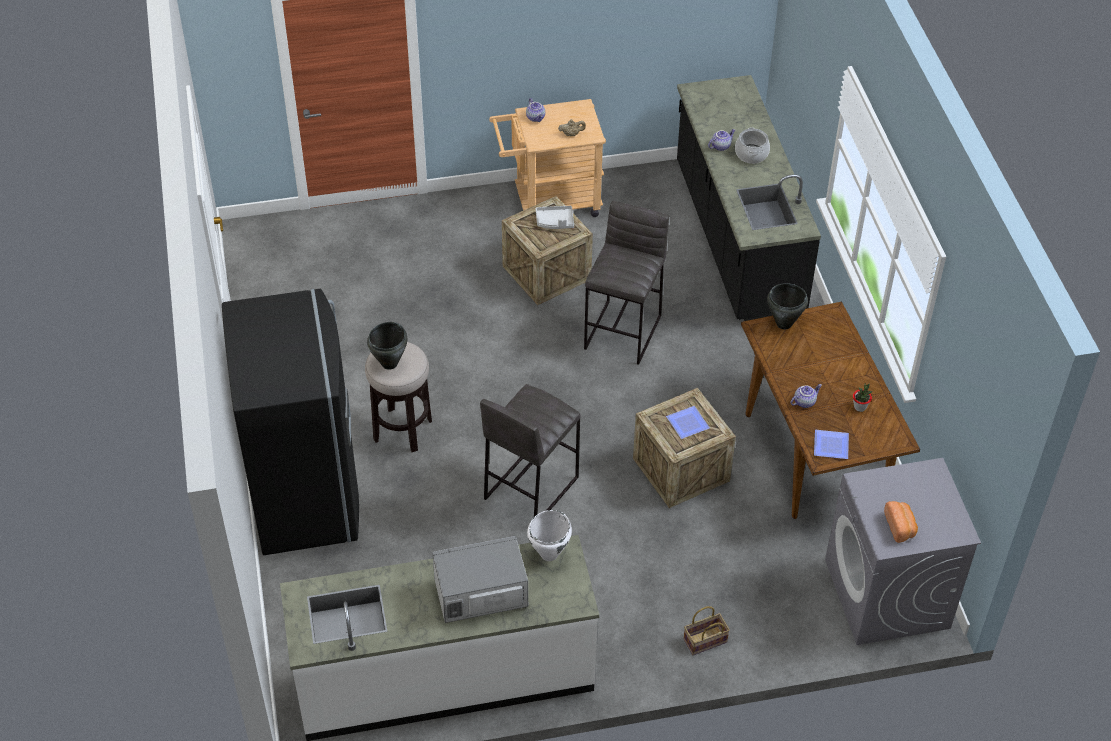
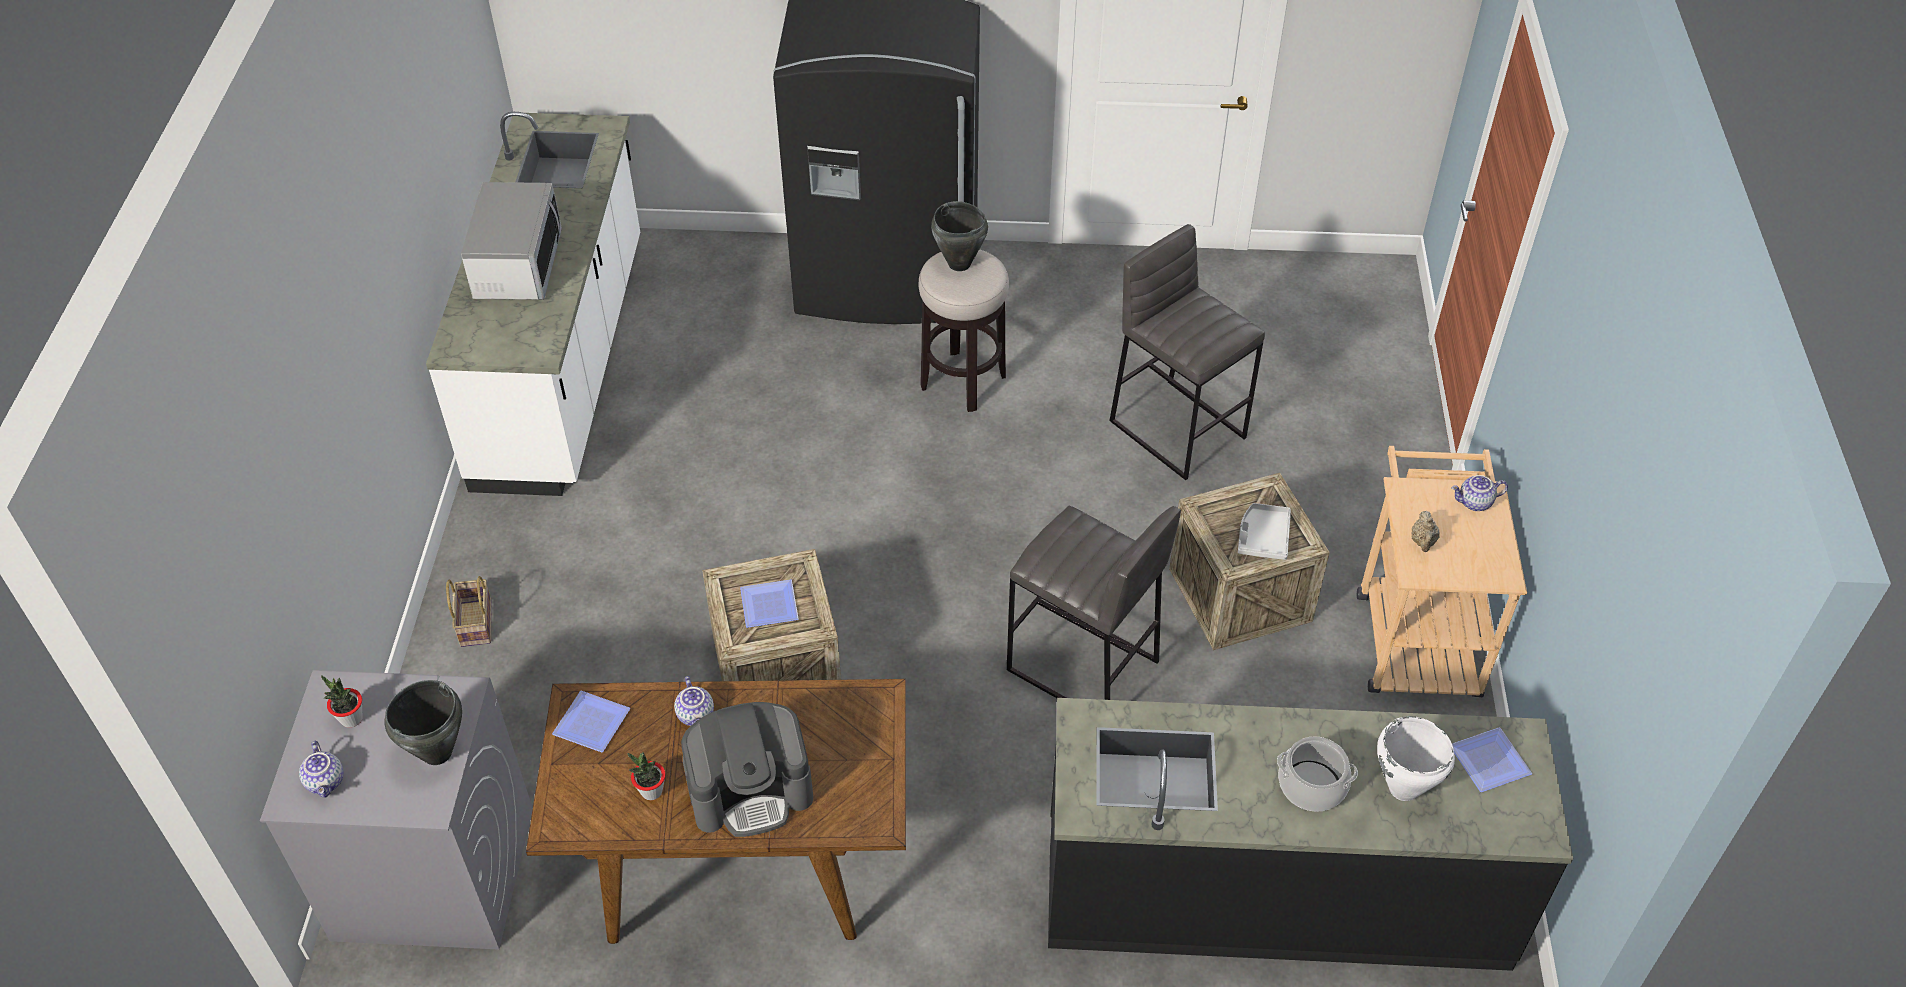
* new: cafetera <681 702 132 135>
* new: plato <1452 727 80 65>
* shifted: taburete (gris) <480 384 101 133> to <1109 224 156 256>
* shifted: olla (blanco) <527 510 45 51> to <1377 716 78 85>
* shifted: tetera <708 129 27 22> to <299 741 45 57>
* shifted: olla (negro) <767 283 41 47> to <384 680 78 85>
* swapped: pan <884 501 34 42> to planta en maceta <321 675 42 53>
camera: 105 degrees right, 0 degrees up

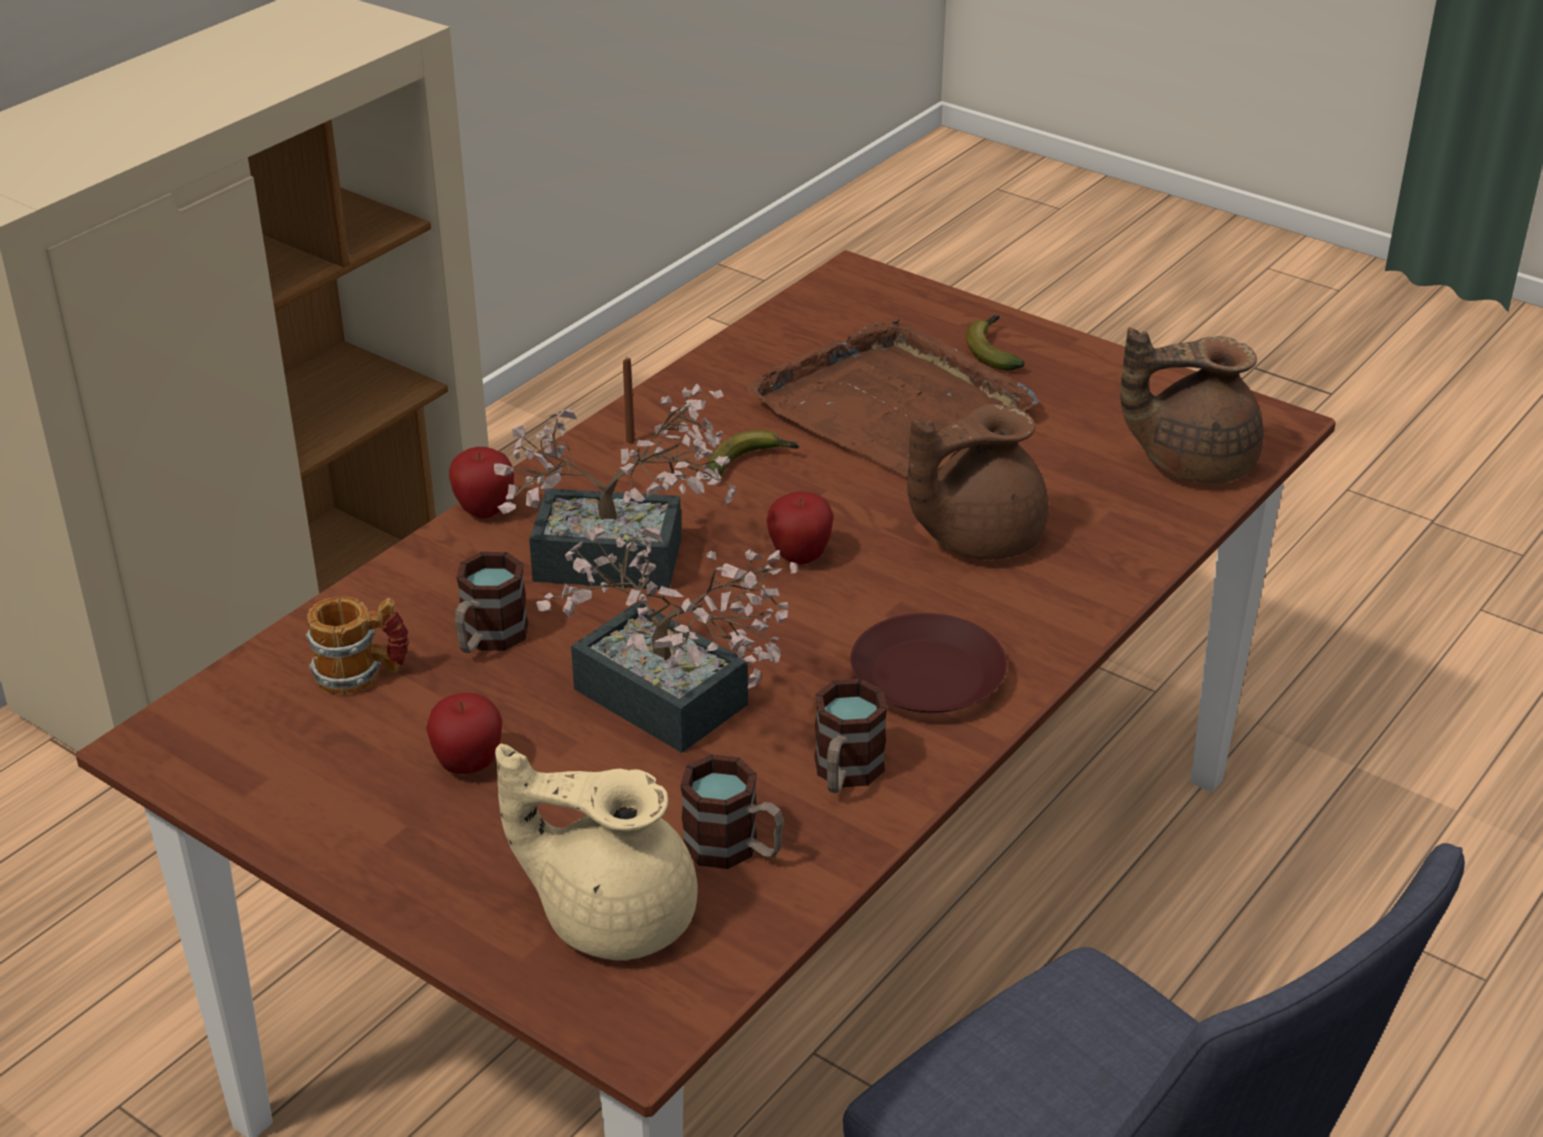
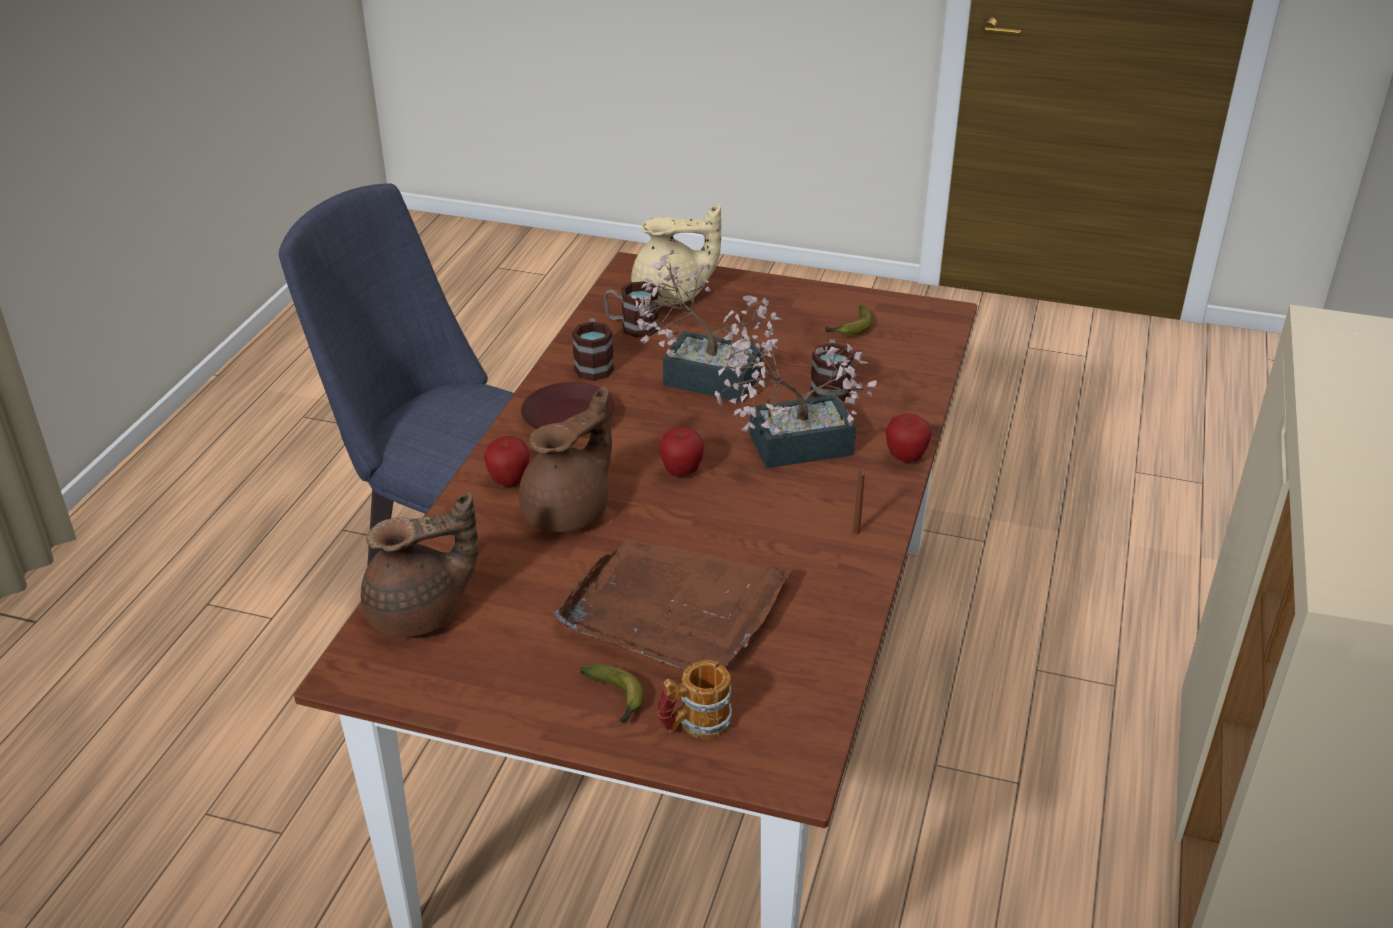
* shifted: taza grande <306 596 103 99> to <658 660 74 79>
* shifted: manzana <426 693 76 81> to <484 436 46 51>
* shifted: plátano <707 430 93 46> to <825 305 48 31>
camera: 160 degrees right, 0 degrees up

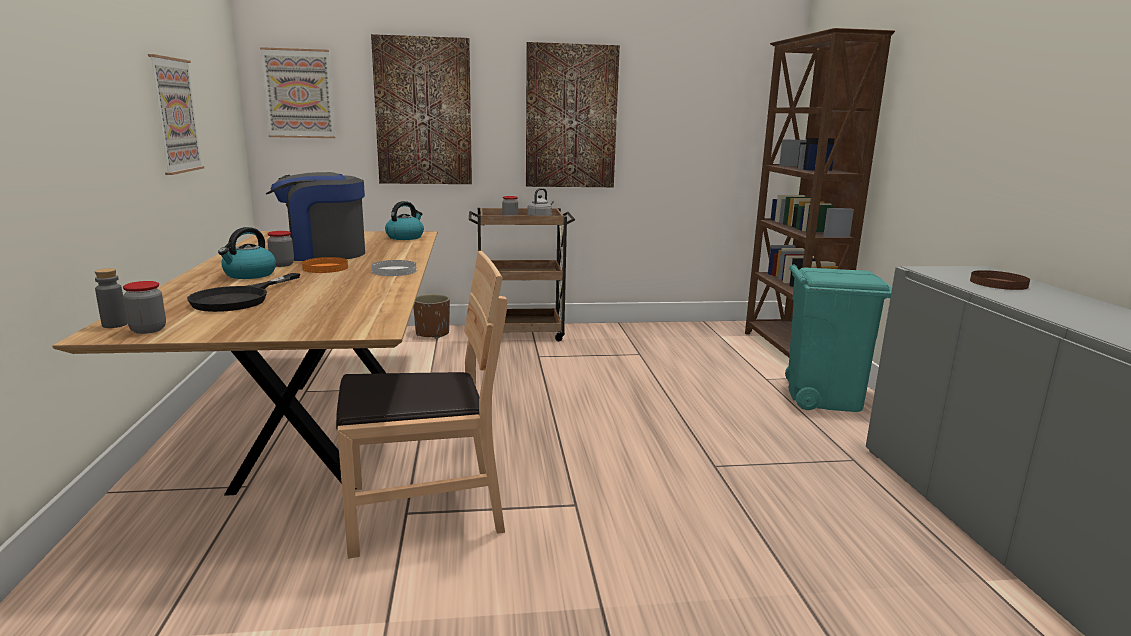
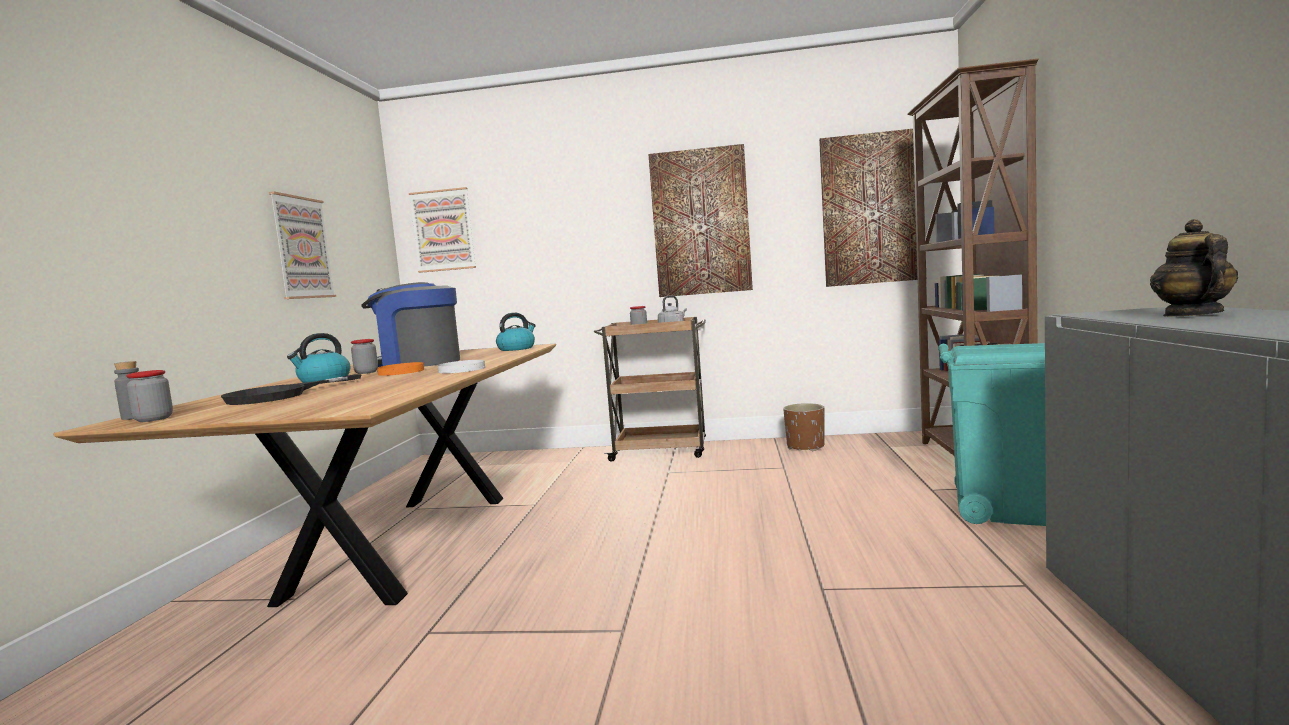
* gone: silla (marrón) <336 251 171 308>
* shifted: cuadro <371 34 101 150> to <819 129 107 158>
* shifted: maceta (marrón) <413 294 37 45> to <783 403 42 48>
* swapped: plato (marrón) <970 270 60 20> to tetera <1150 219 88 98>
camera: 15 degrees right, 10 degrees down

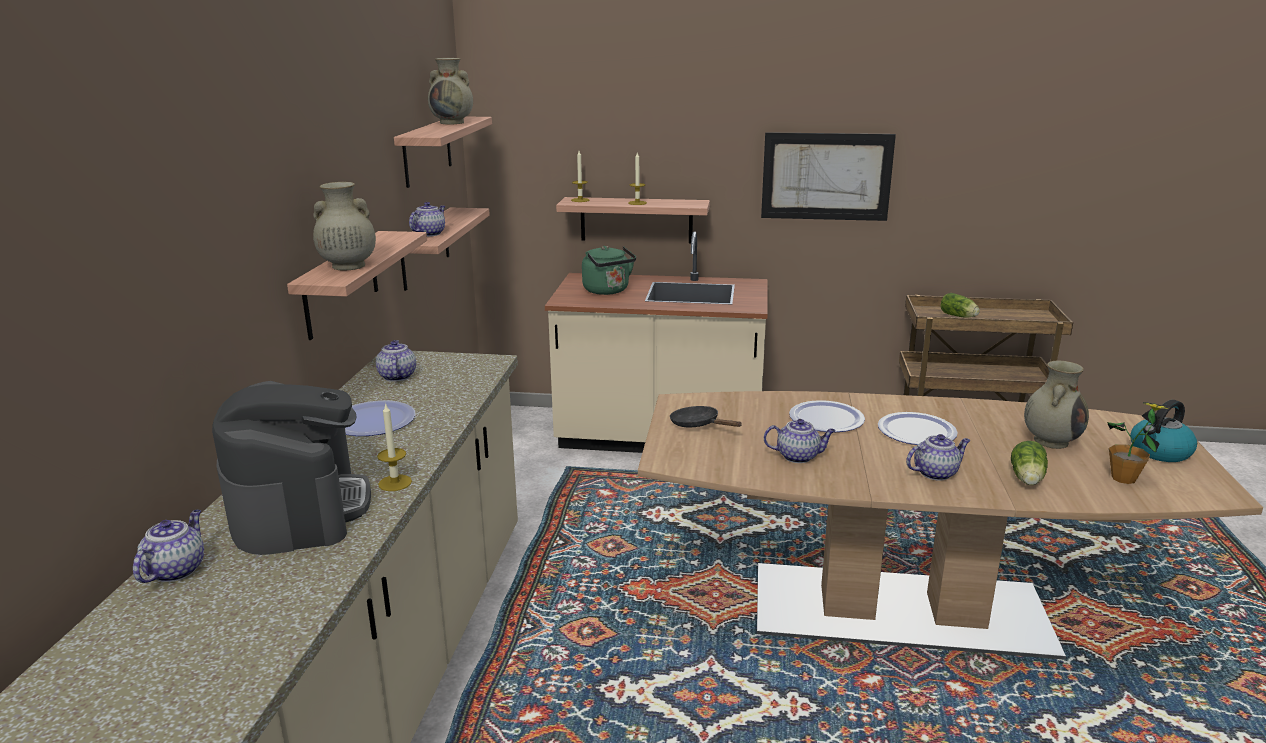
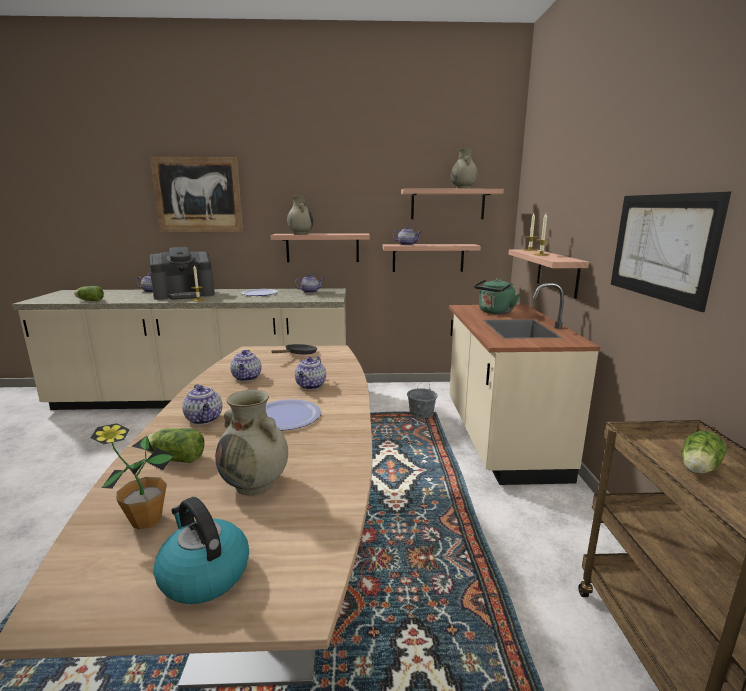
* new: lechuga <74 286 30 15>
* new: cuadro <150 157 94 75>
* new: cubo (gris) <407 380 31 38>
* swapped: plato <789 400 76 32> to tetera <295 356 31 34>
camera: 80 degrees right, 5 degrees down

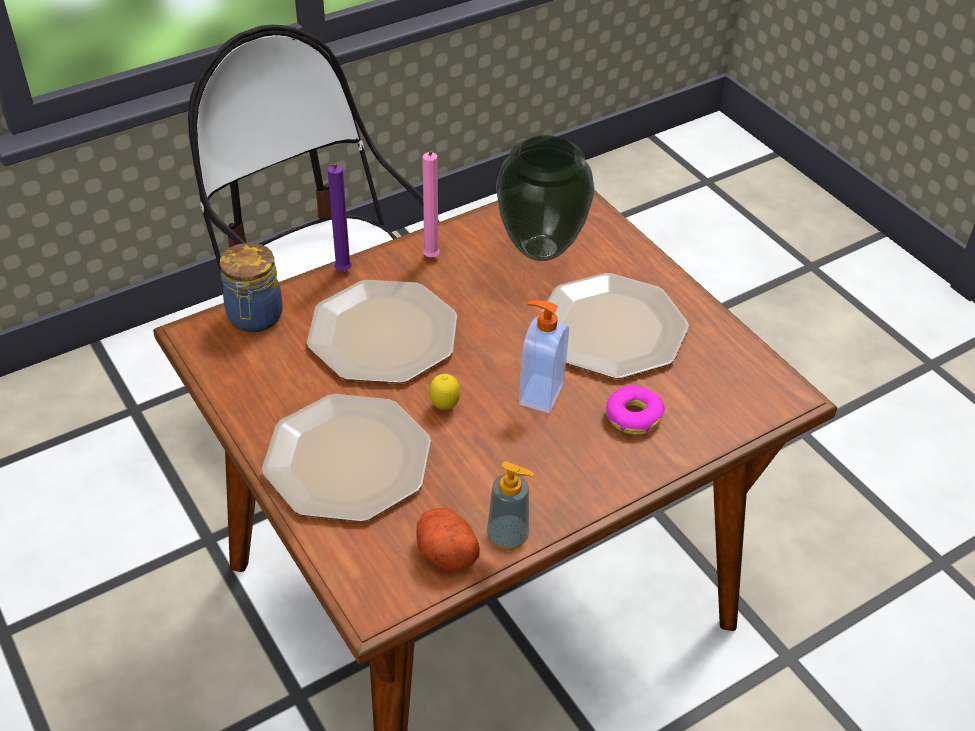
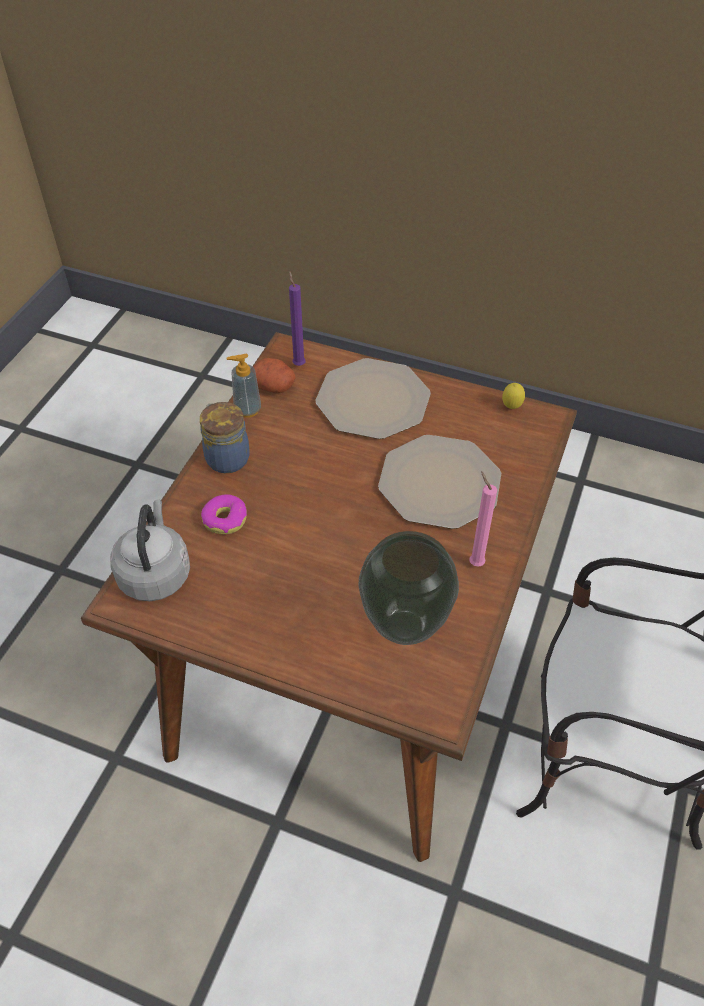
* gone: dispensador de jabón <519 300 50 113>
* gone: plato <541 273 148 106>
* new: hervidor (gris) <110 499 80 102>
* shifted: tarro <220 243 63 89> to <200 402 50 71>
* shifted: vela (morado) <328 164 24 107> to <289 271 17 95>
* shifted: limón <429 374 31 36> to <502 383 23 26>
camera: 145 degrees right, 5 degrees up

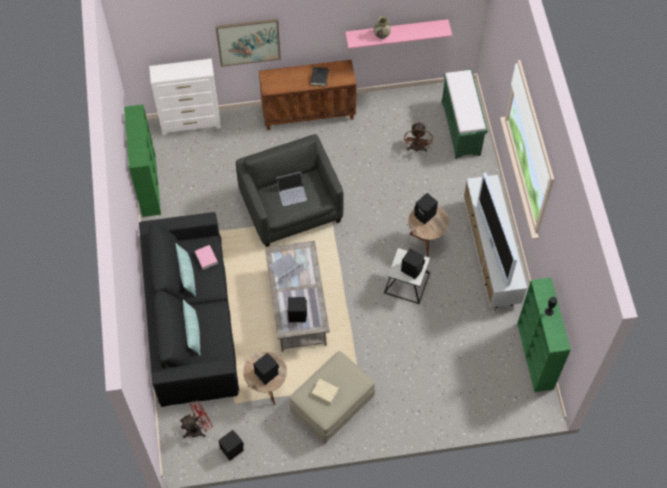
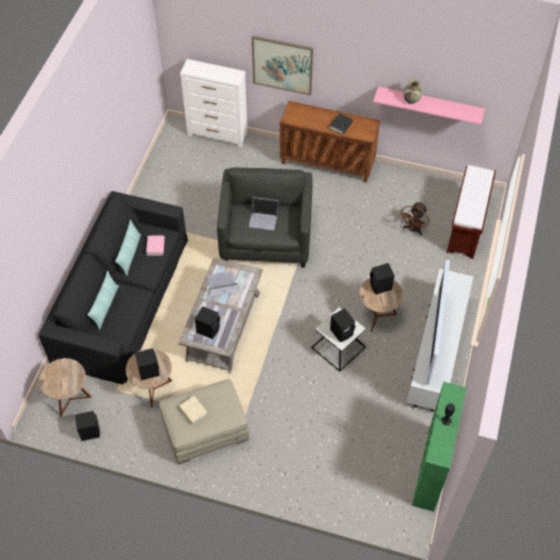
* gone: estantería (verde) <124 104 37 113>
* swapped: ventilador (rojo) <180 401 33 37> to mesa auxiliar (marrón) <39 358 52 59>
* repainted: banco (verde) <442 69 46 90> to banco (marrón) <447 165 49 94>
camera: 25 degrees right, 5 degrees down

